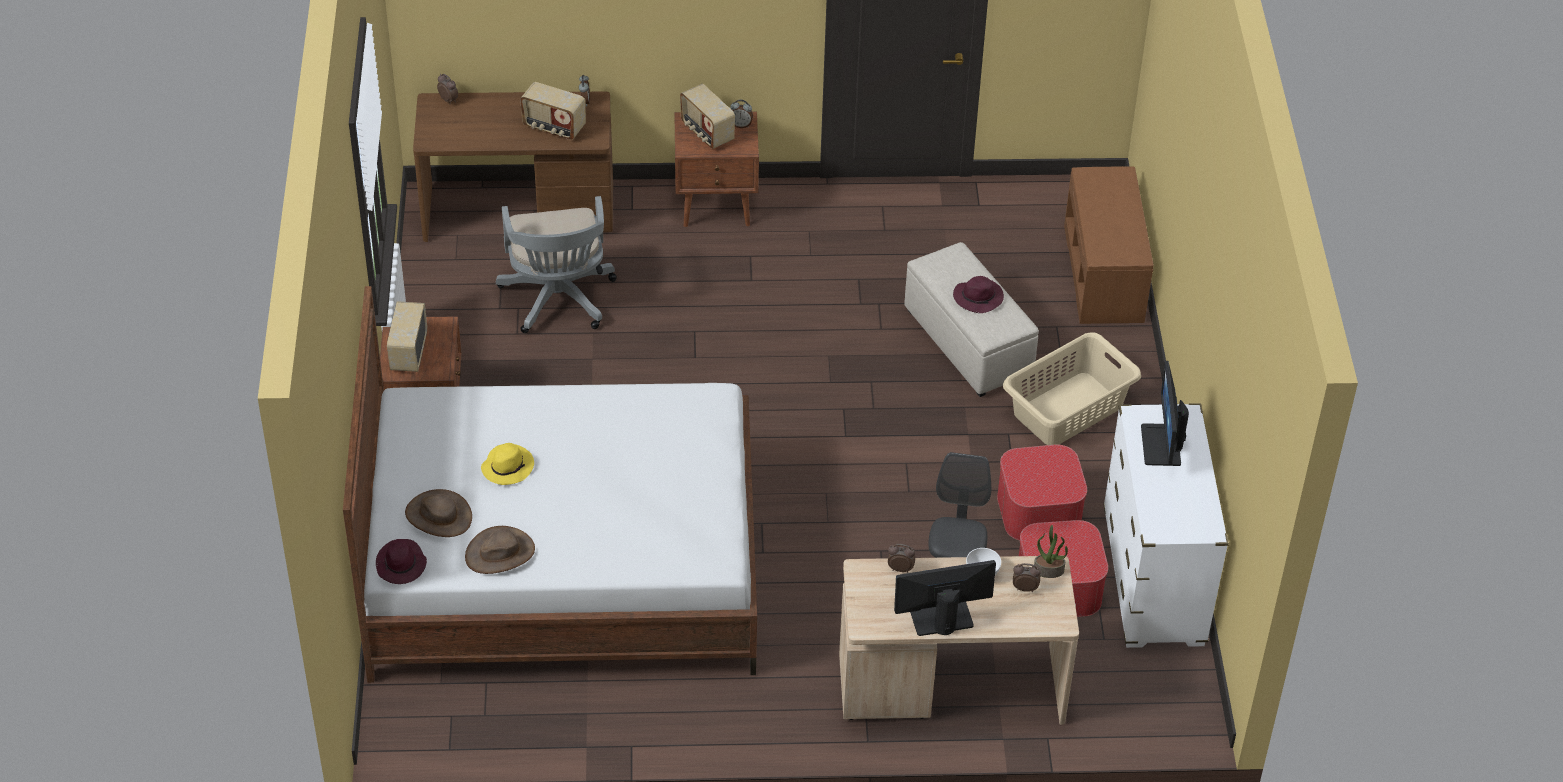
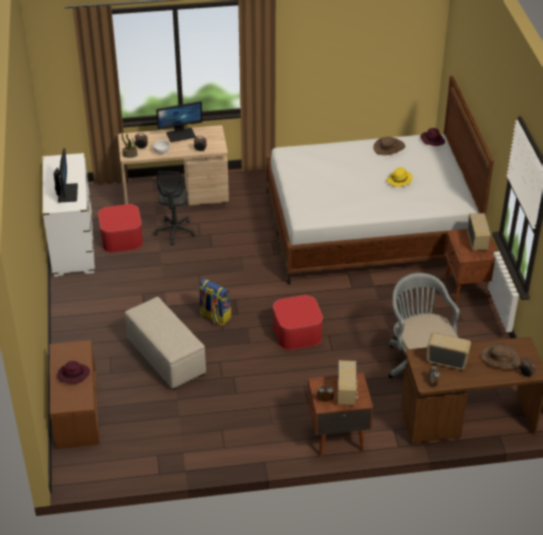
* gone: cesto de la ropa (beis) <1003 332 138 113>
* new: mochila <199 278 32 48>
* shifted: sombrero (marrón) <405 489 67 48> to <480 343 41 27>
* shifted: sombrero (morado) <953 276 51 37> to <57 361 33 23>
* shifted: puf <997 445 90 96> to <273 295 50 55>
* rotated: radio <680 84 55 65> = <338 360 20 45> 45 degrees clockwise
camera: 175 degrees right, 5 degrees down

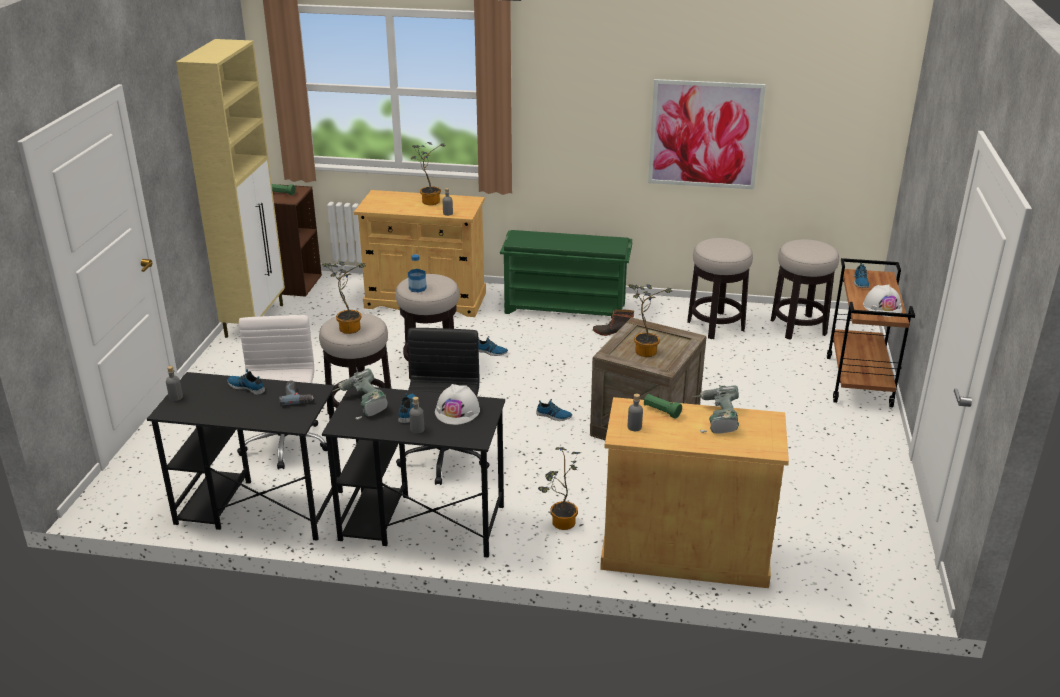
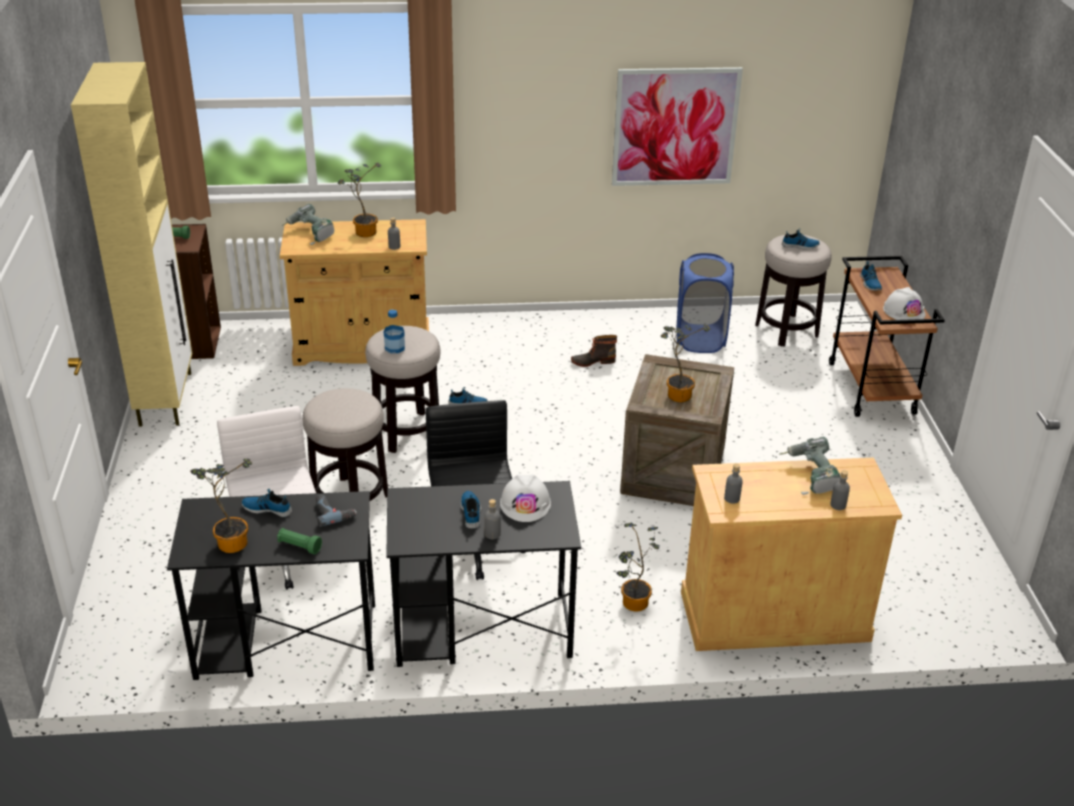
* gone: zapatero (verde) <500 230 132 88>
* shifted: botella (gris) <166 366 17 35> to <830 470 20 40>
* shifted: planta en maceta <322 261 44 73> to <190 459 62 94>
* shifted: taladro <333 368 55 52> to <282 204 52 41>
* shifted: zapato <536 399 36 22> to <782 228 38 21>
* shifted: linterna (verde) <644 394 38 25> to <277 528 45 26>
* swapped: taburete <687 238 66 101> to cesto de la ropa (azul) <677 253 57 100>
camera: 15 degrees left, 5 degrees up

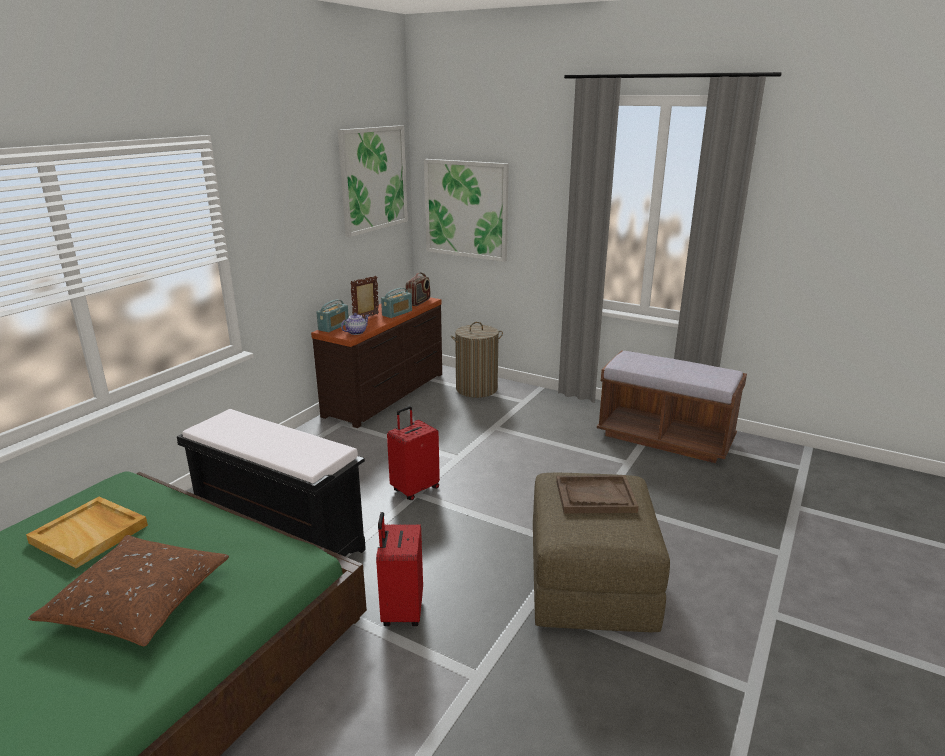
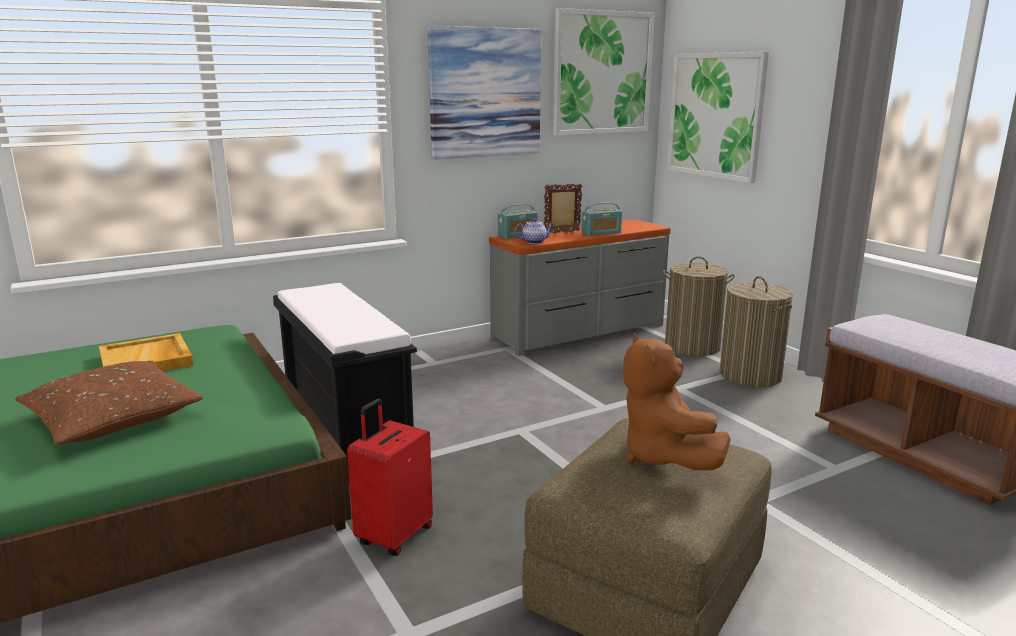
* gone: maleta (rojo) <387 406 53 94>
* gone: radio <405 272 25 34>
* new: cuadro <428 25 113 135>
* new: cesto de la ropa <720 276 73 111>
* swapped: bandeja (marrón) <556 475 83 38> to peluche (marrón) <623 332 108 138>
* repainted: cómoda (marrón) <311 297 131 131> to cómoda (gris) <489 219 181 137>
camera: 30 degrees right, 5 degrees down

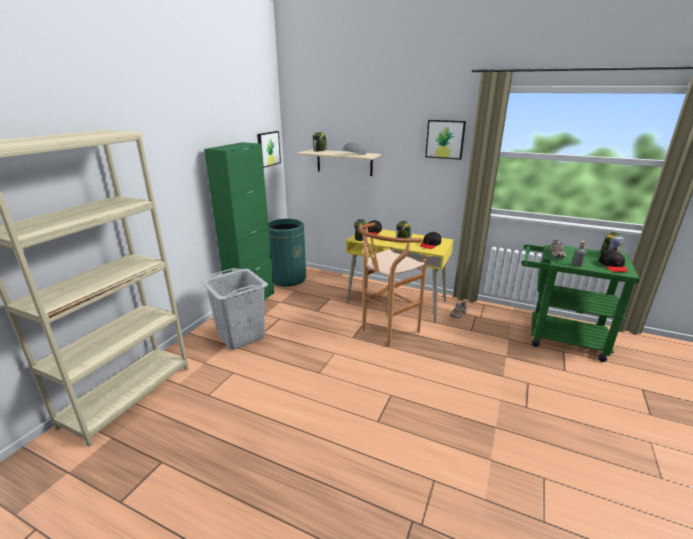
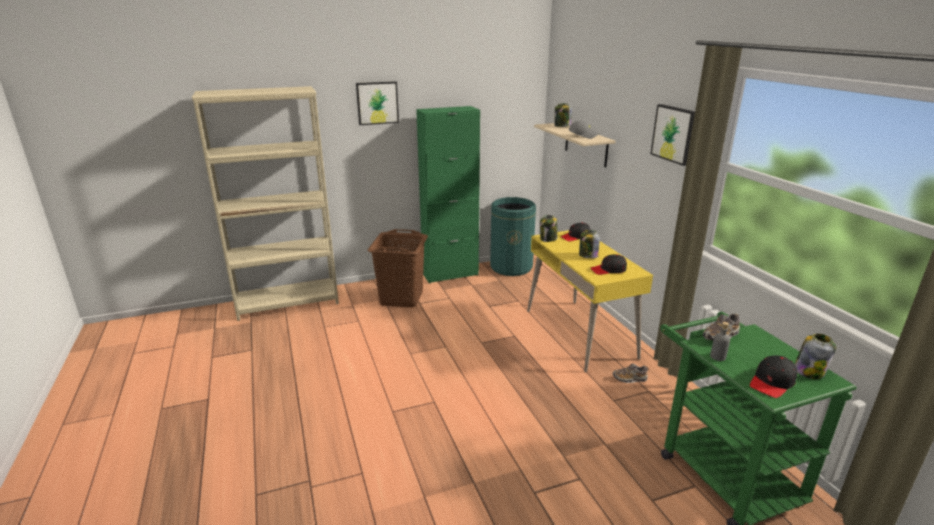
* gone: taburete (marrón) <358 223 69 123>
* shifted: cuadro <257 131 24 37> to <356 81 43 44>
* repainted: cesto de la ropa (gris) <201 268 67 82> to cesto de la ropa (marrón) <367 229 61 78>
camera: 45 degrees right, 0 degrees up

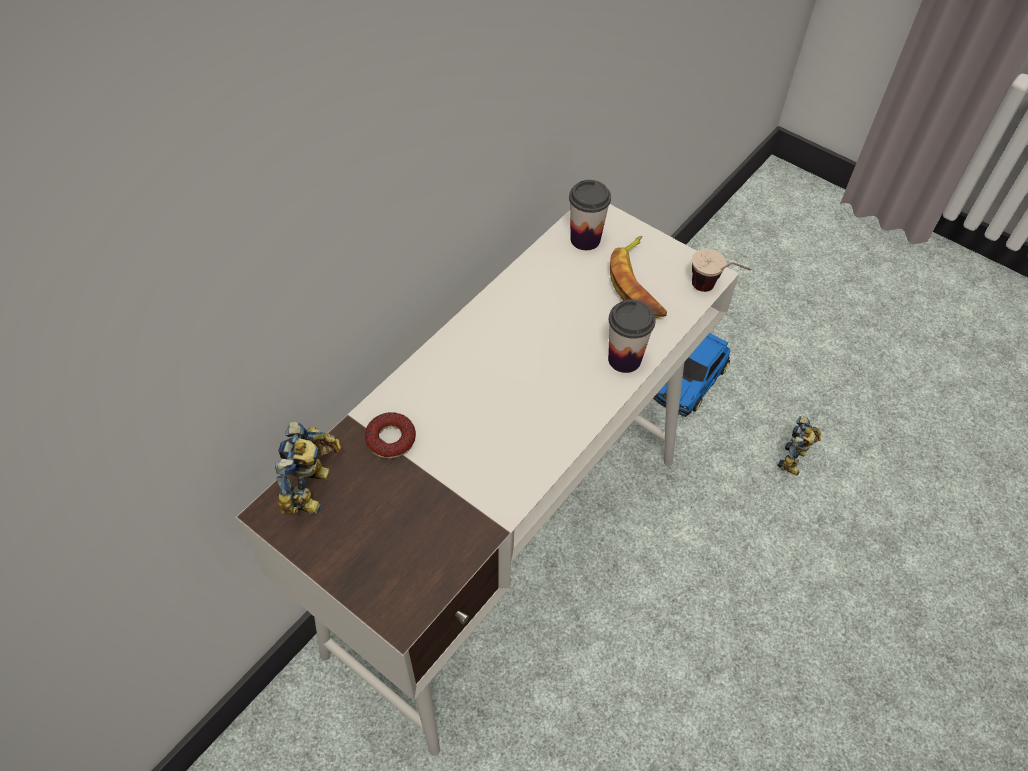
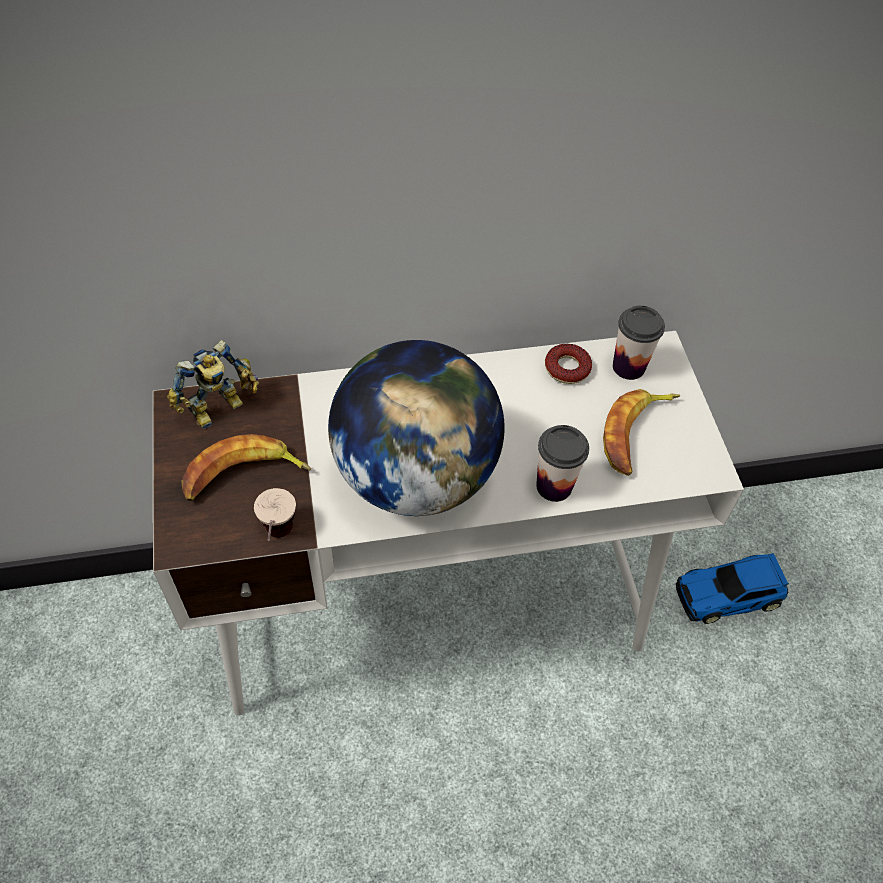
* gone: robot de juguete <777 416 44 60>
* new: plátano <181 434 130 67>
* new: globo terráqueo <328 340 177 176>
* shifted: rosquilla <365 412 51 46> to <545 344 47 40>
* shifted: taza <692 249 59 43> to <254 488 42 53>
camera: 40 degrees right, 0 degrees up

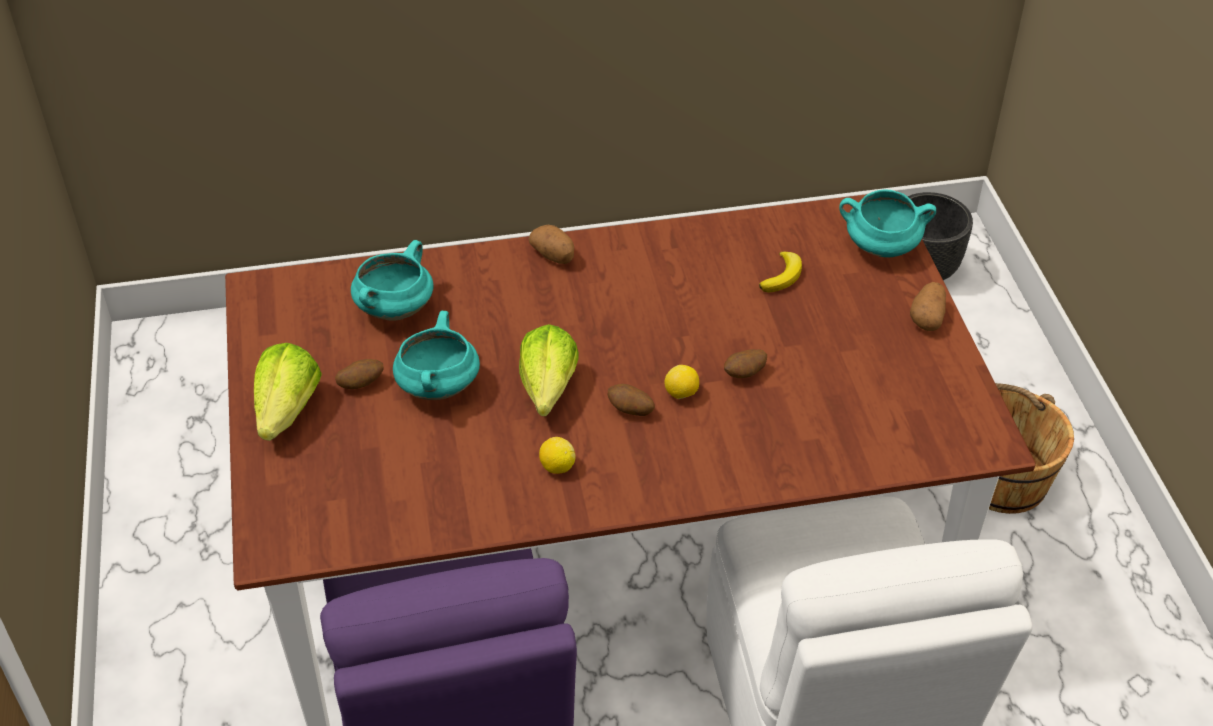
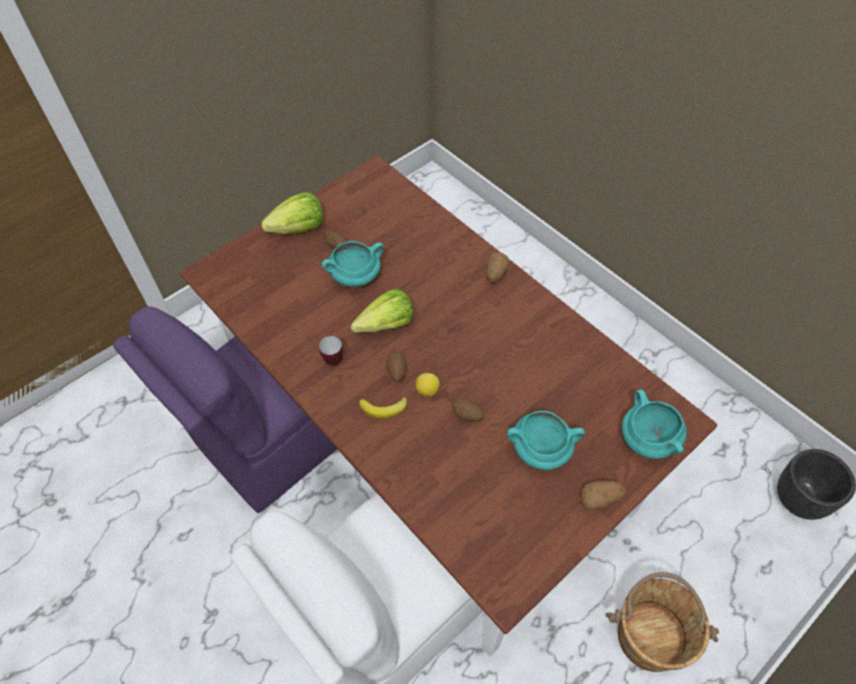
* shifted: olla (turquesa) <351 240 83 80> to <507 411 78 59>
* shifted: plátano <759 251 43 41> to <359 397 48 22>
* swapped: limón <539 437 36 37> to taza grande <319 336 24 30>
camera: 60 degrees right, 10 degrees up

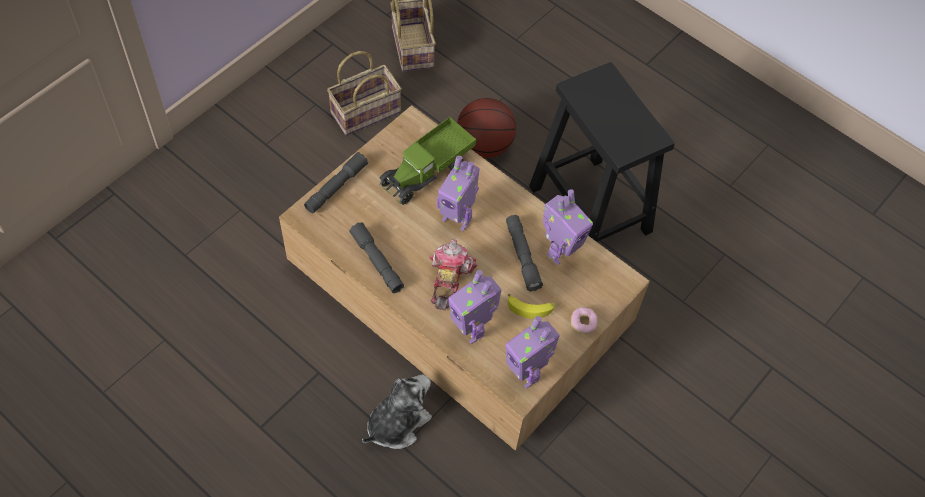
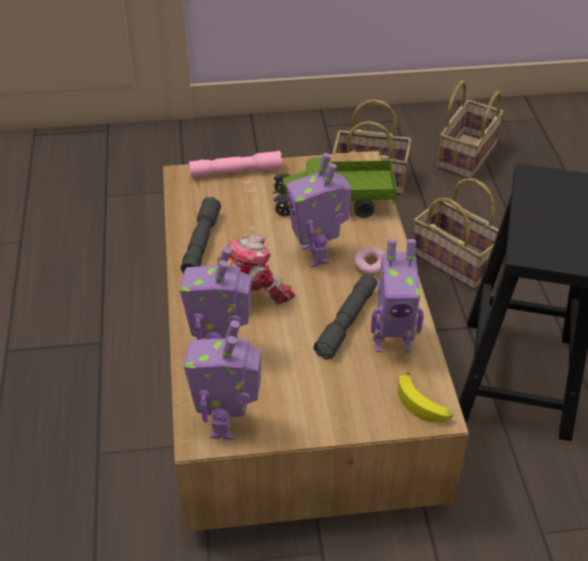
* gone: peluche <362 375 70 74>
* shifted: plátano <508 294 48 25> to <398 372 56 51>
* shifted: rosquilla <571 307 27 27> to <354 246 31 30>
* swapped: balón de baloncesto <457 98 59 60> to cesta <413 178 86 112>
* repainted: linterna (gris) <304 152 64 61> to linterna (rosa) <189 151 94 26>
camera: 45 degrees right, 15 degrees down

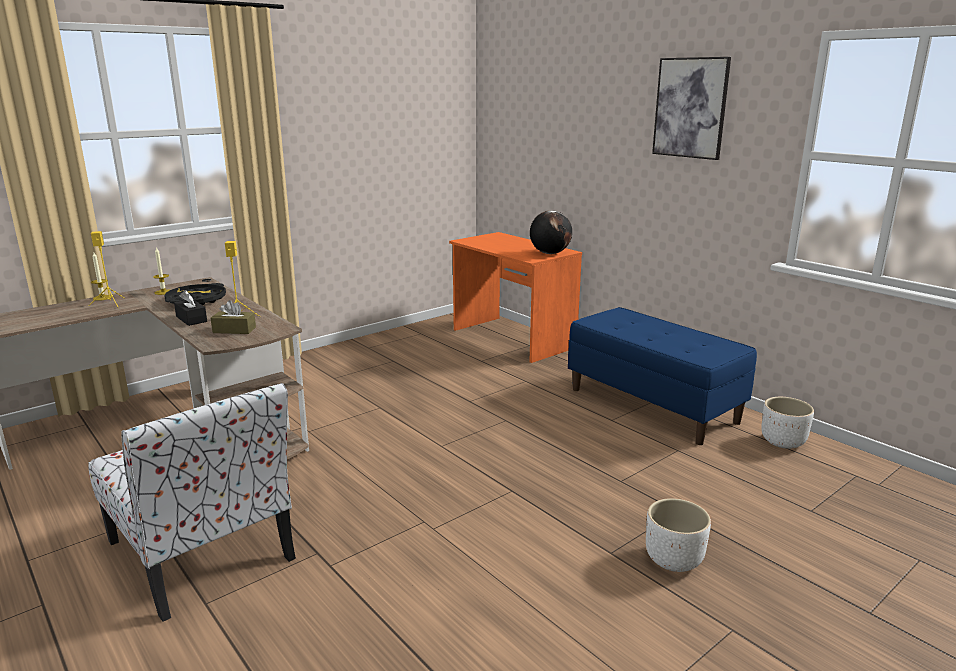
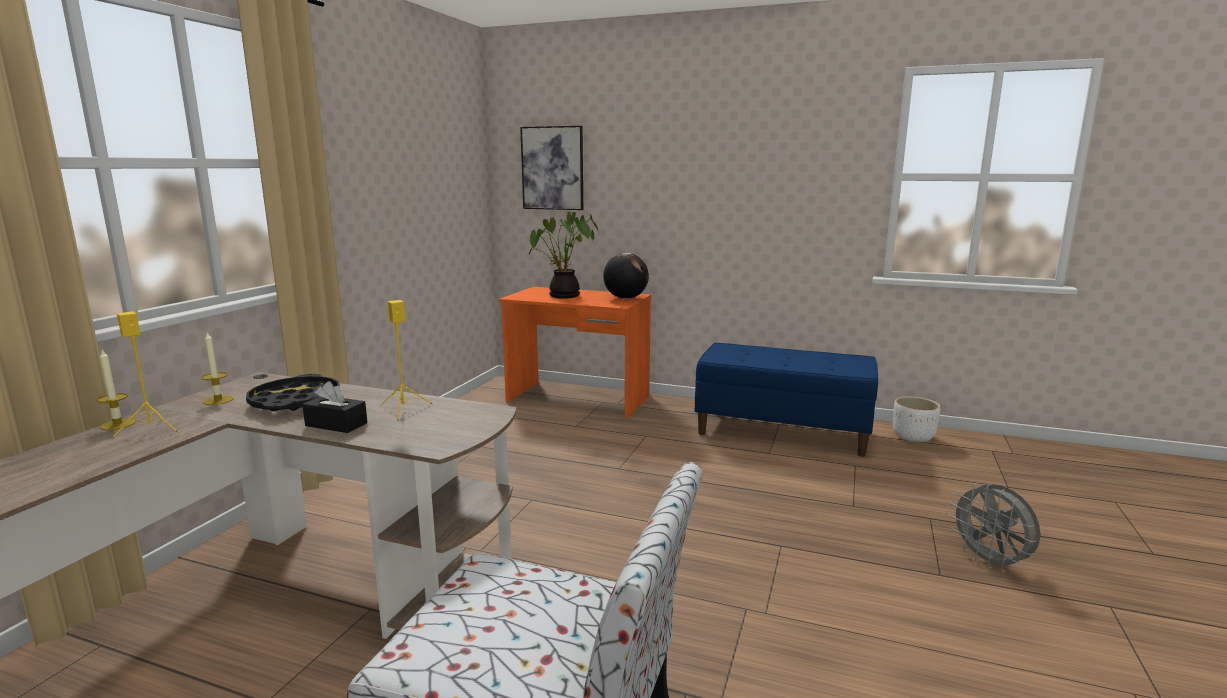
* gone: caja de pañuelos (marrón) <211 300 45 34>
* new: planta en maceta <529 212 70 87>
* shifted: cuadro <652 57 79 103> to <520 126 63 84>
* swapped: maceta (blanco) <646 498 65 74> to ventilador (gris) <949 482 92 90>
camera: 30 degrees left, 5 degrees down

